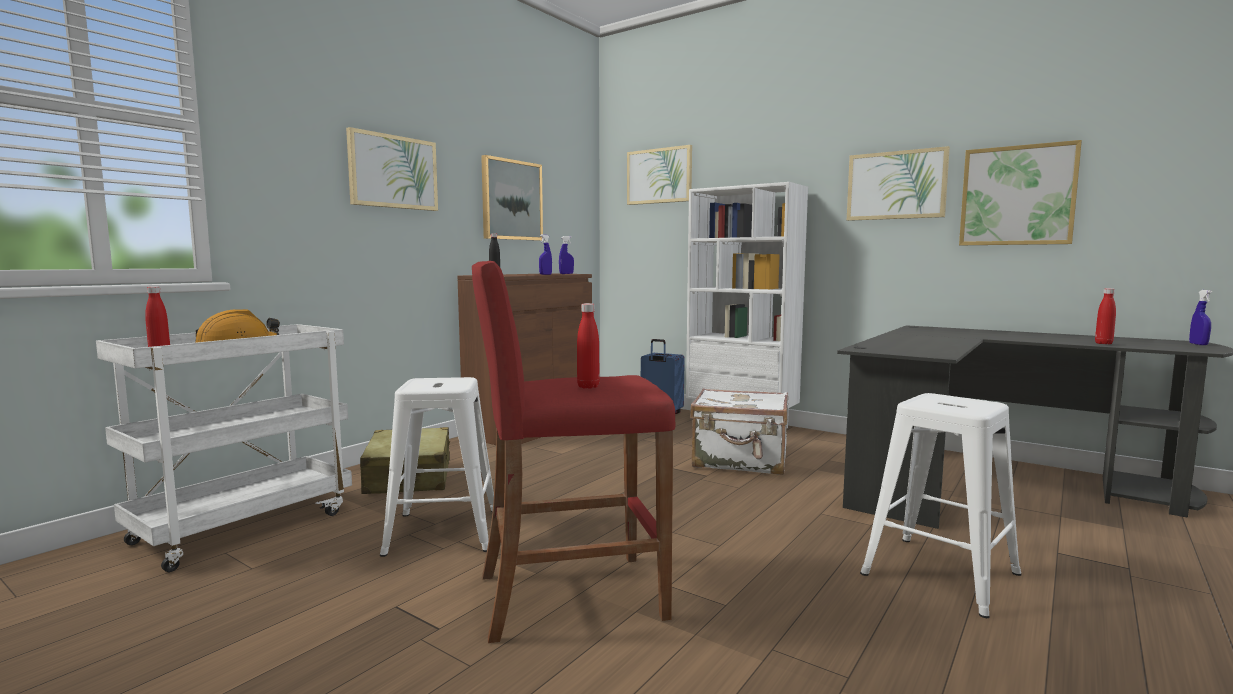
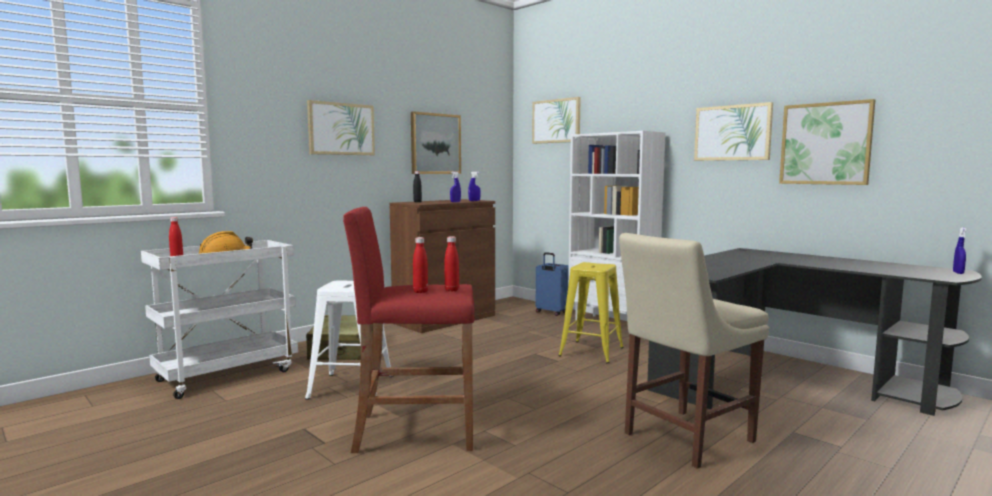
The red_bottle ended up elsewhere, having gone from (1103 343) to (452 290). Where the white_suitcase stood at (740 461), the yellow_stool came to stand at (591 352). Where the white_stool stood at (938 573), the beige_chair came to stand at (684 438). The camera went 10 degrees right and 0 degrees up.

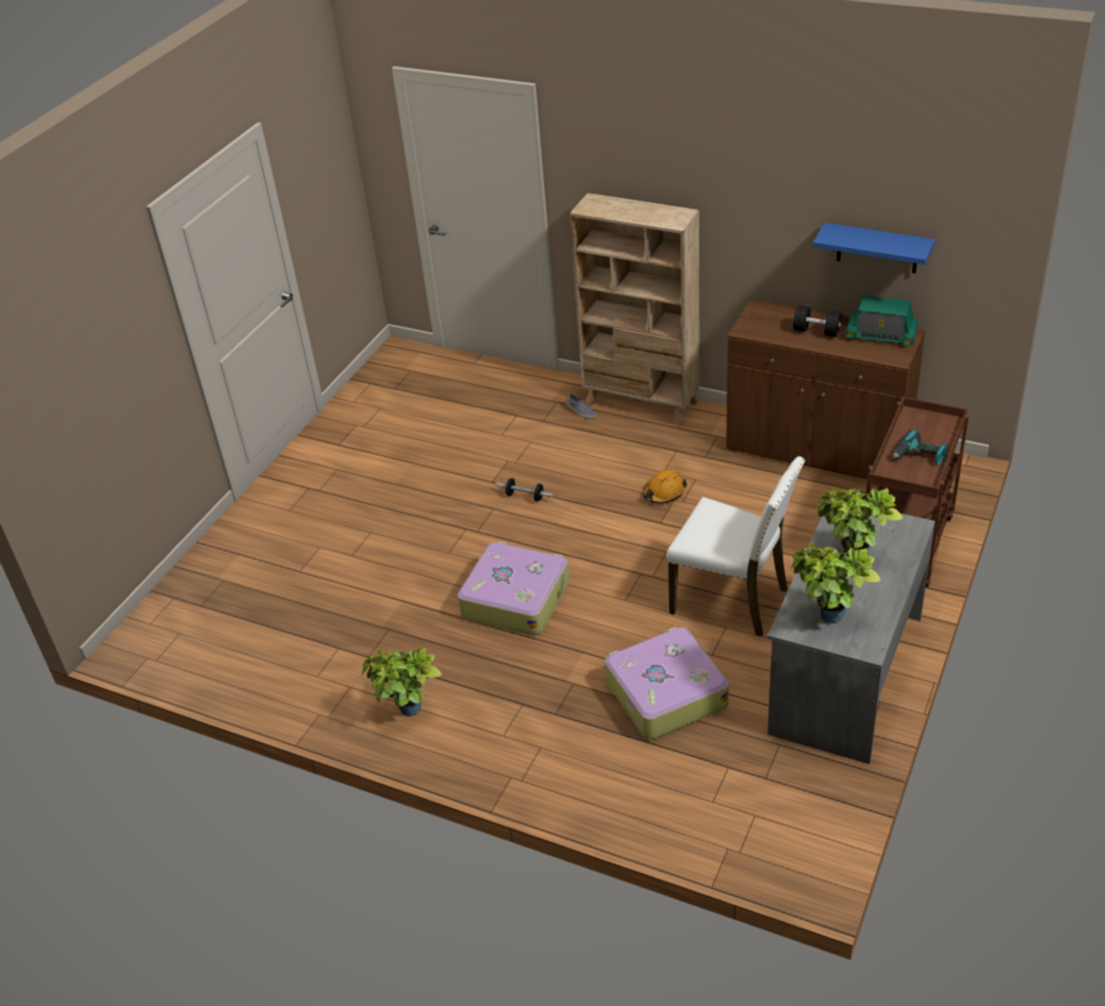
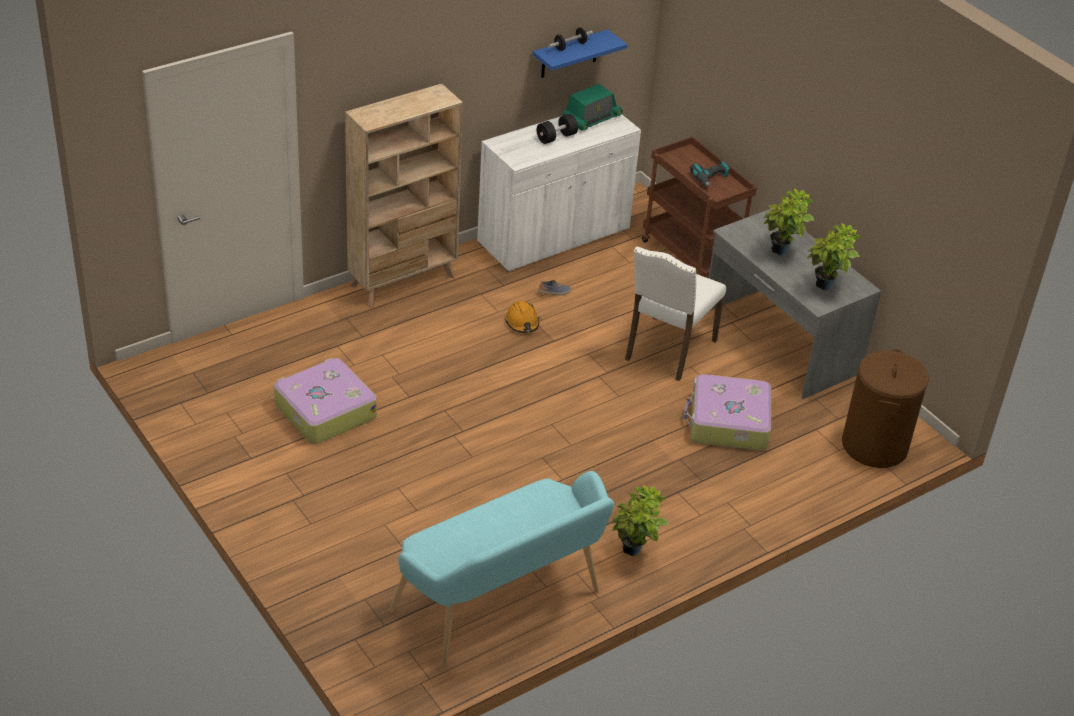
The second view gained the turquoise_bench at (503 606). The second view gained the brown_laundry_basket at (875 446). The suitcase ended up elsewhere, having gone from (515 598) to (324 411). The dumbbell ended up elsewhere, having gone from (525 496) to (570 46). The shoe ended up elsewhere, having gone from (581 412) to (554 292). What was the brown_cabinet at (817 449) turned into the white_cabinet at (554 236). The white_chair at (732 599) ended up facing another way, 150 degrees clockwise from before. The camera went 65 degrees left and 0 degrees up.

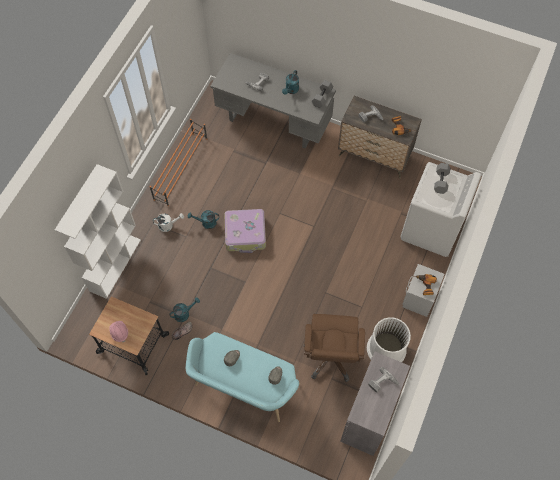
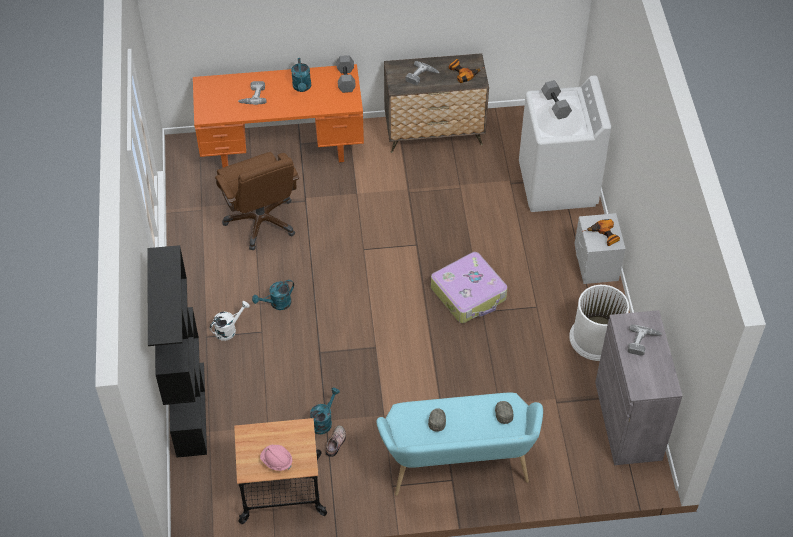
The second view lost the orange_shoe_rack at (181 168). The suitcase ended up elsewhere, having gone from (245 234) to (469 294). The brown_office_chair ended up elsewhere, having gone from (331 357) to (261 221). What was the white_bookcase at (115 264) turned into the black_bookcase at (189 409). What was the grey_desk at (274 122) turned into the orange_desk at (282 149). The camera went 30 degrees left and 10 degrees down.

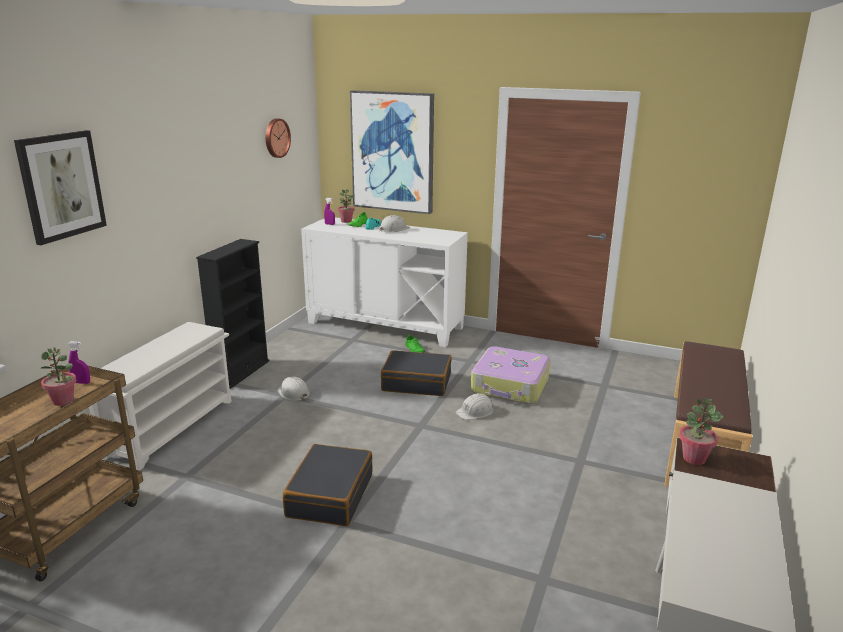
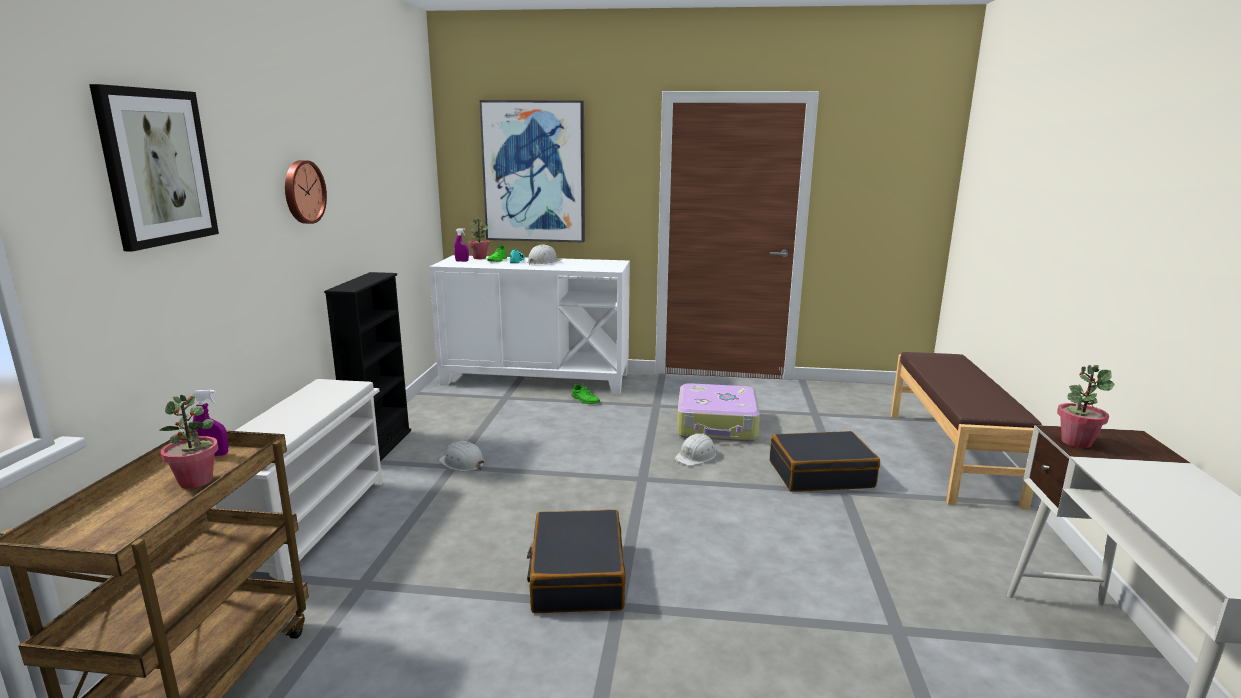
The wall_clock ended up elsewhere, having gone from (276 138) to (303 192). The black_suitcase ended up elsewhere, having gone from (417 382) to (820 474). The camera went 15 degrees left and 5 degrees down.

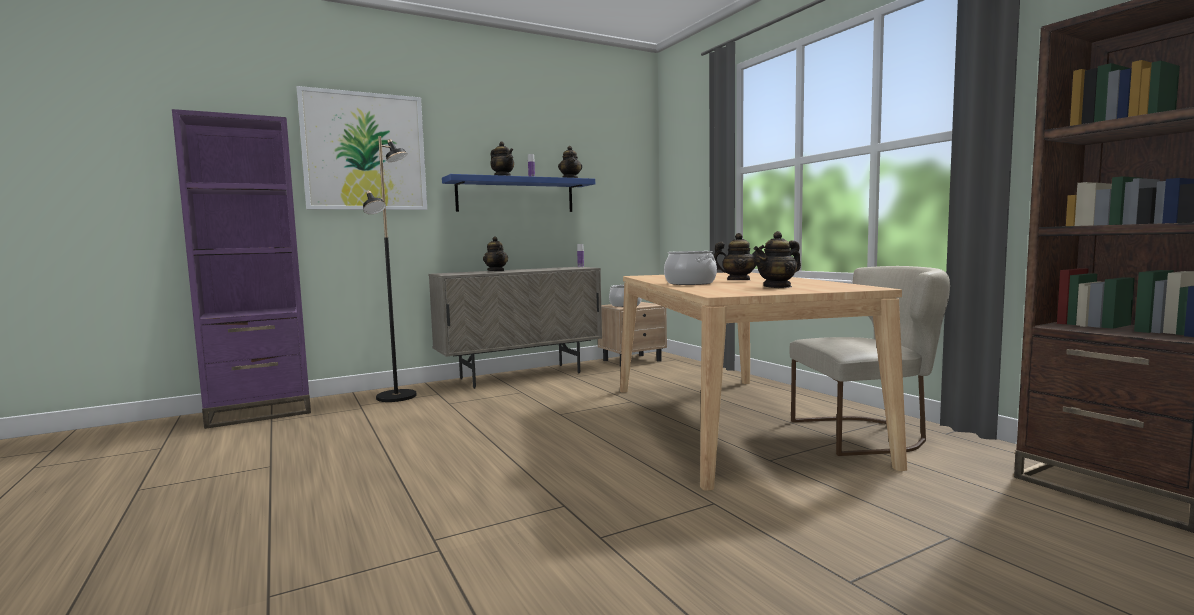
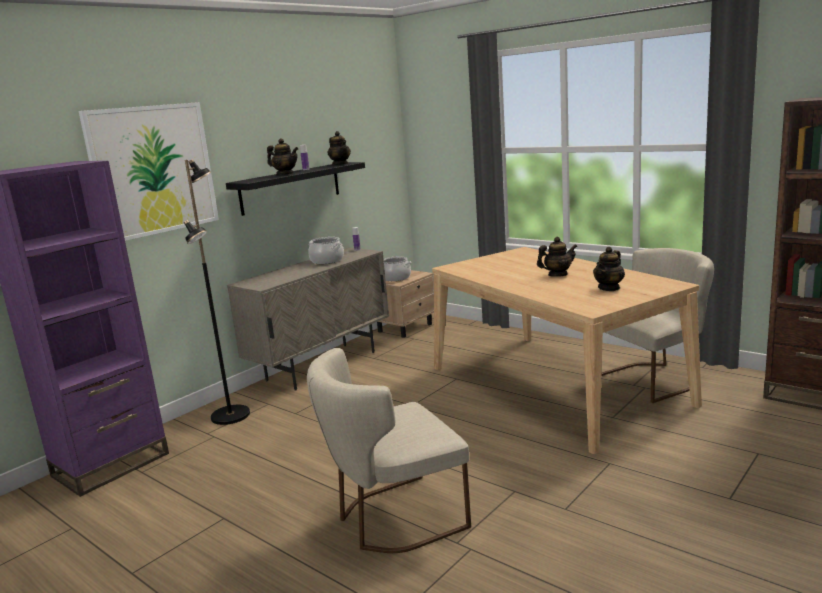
The second view lost the teapot at (496 271). The second view gained the beige_chair at (393 519). The cooking_pot ended up elsewhere, having gone from (690 283) to (327 260). What was the blue_shelf at (516 195) turned into the black_shelf at (291 188). The camera went 20 degrees left and 10 degrees up.

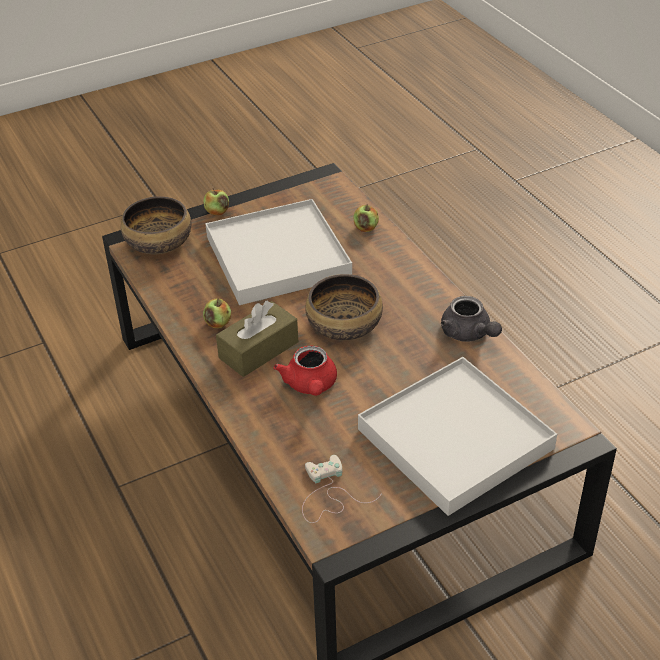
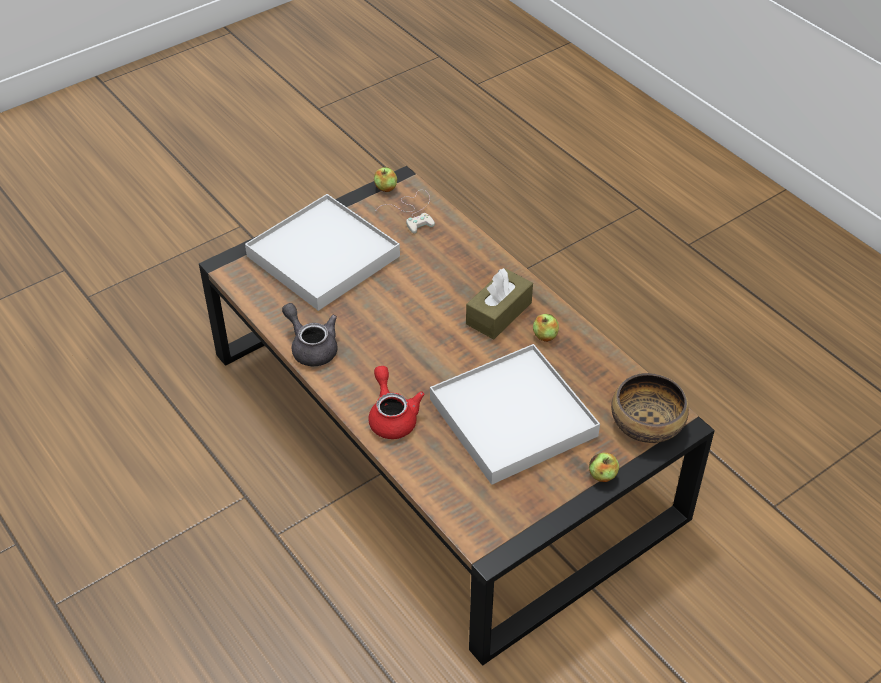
The second view lost the bowl at (345 325). The red_teapot ended up elsewhere, having gone from (310 386) to (392 416). The apple ended up elsewhere, having gone from (366 228) to (385 188). The camera went 170 degrees right and 5 degrees up.

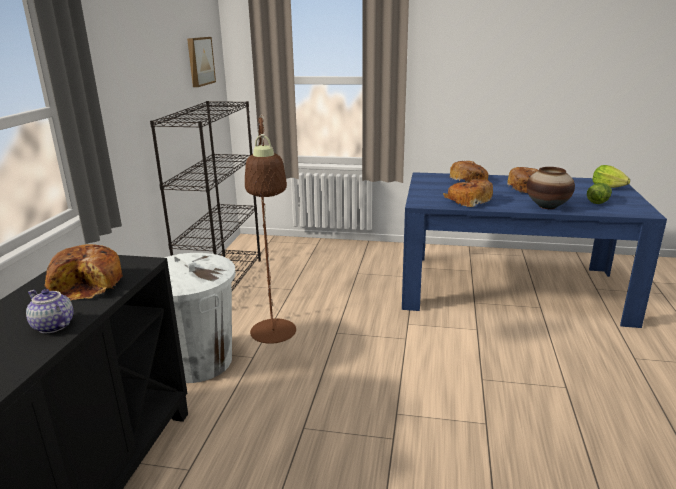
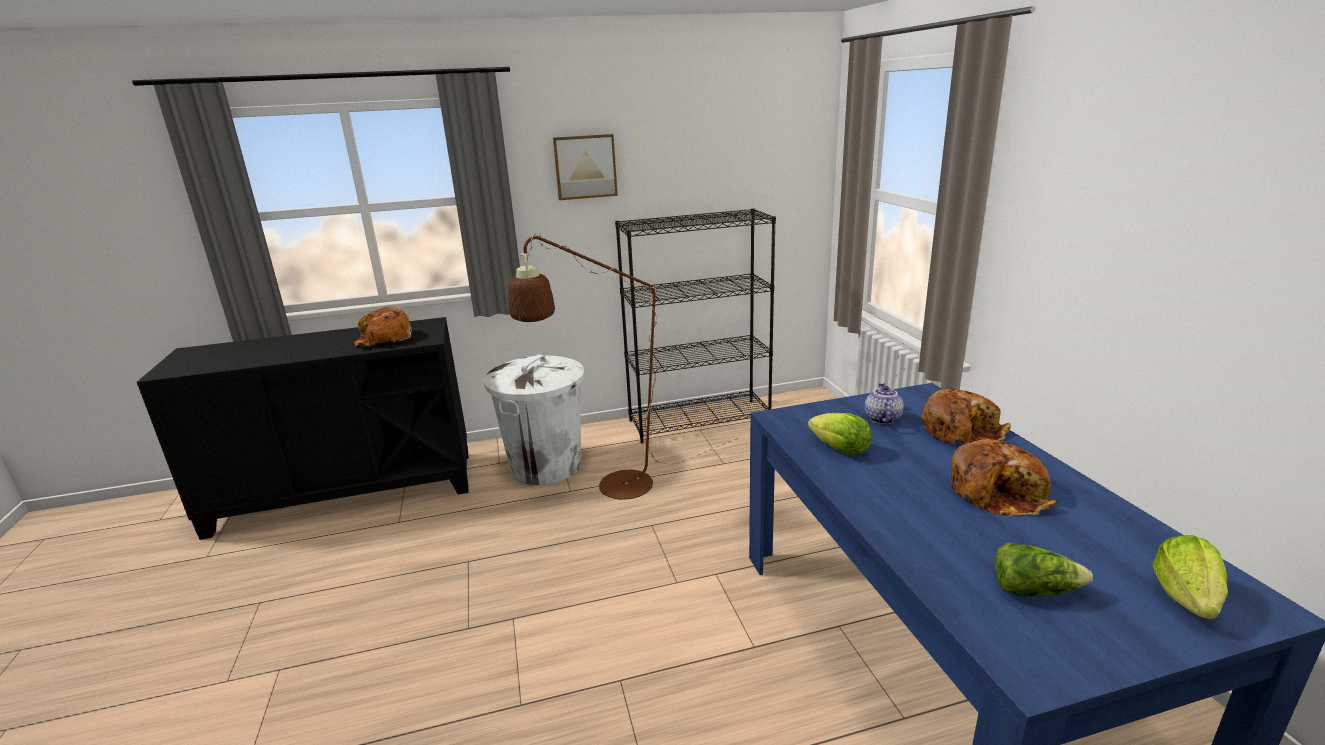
The second view lost the vase at (547 206). The teapot ended up elsewhere, having gone from (52 326) to (881 419). The picture ended up elsewhere, having gone from (199 61) to (585 166). Where the bread stood at (468 200), the lettuce came to stand at (839 449). The camera went 65 degrees right and 0 degrees up.

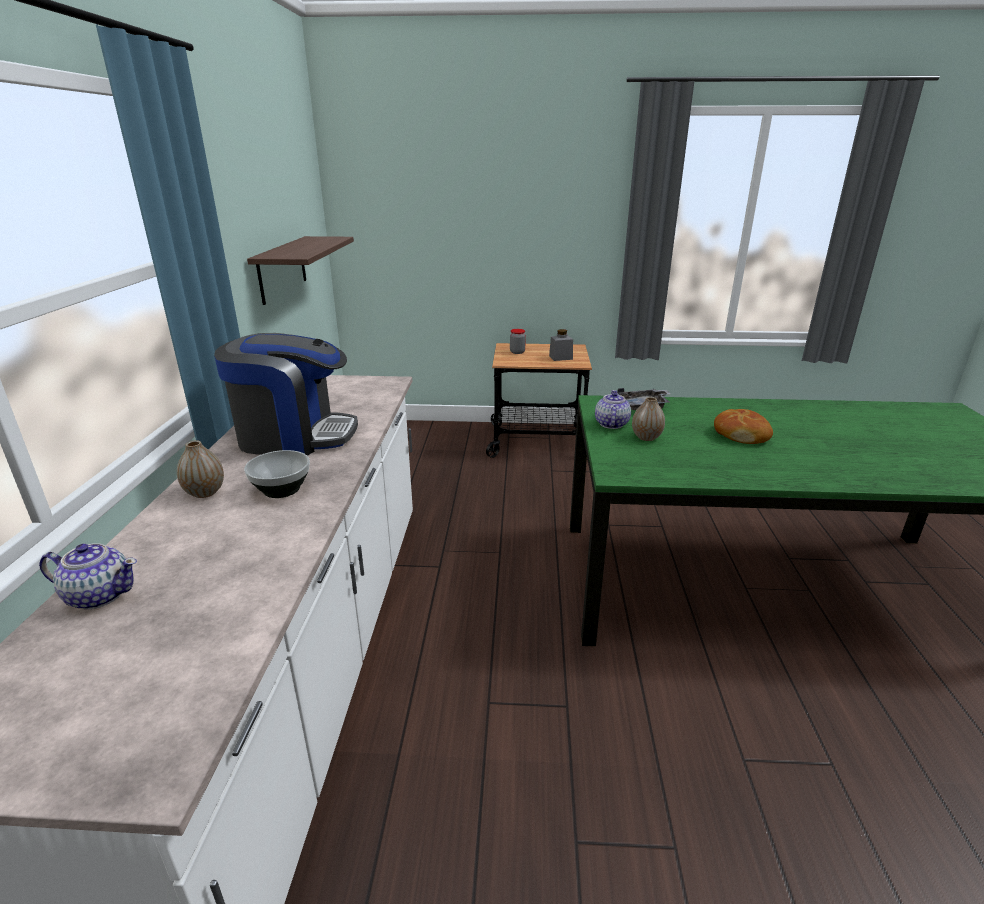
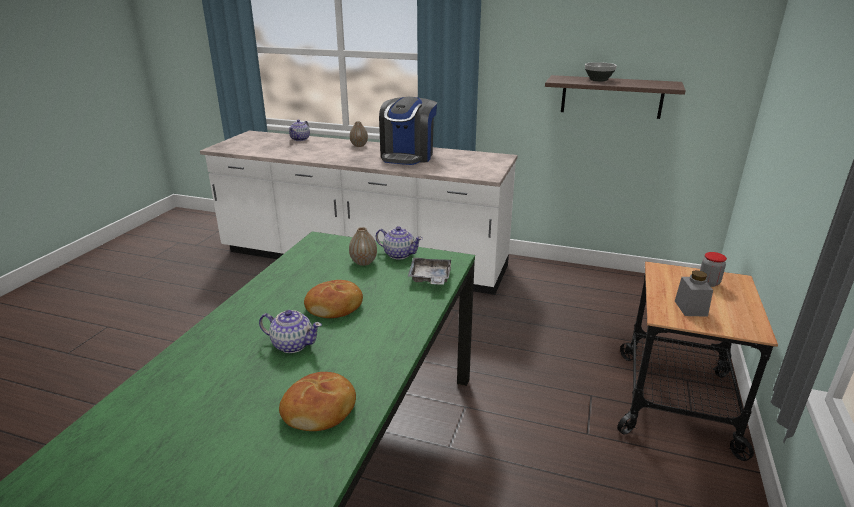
The second view gained the teapot at (292 344). The second view gained the bread at (320 410). The bowl ended up elsewhere, having gone from (281 489) to (599 80). The camera went 105 degrees right and 0 degrees up.

